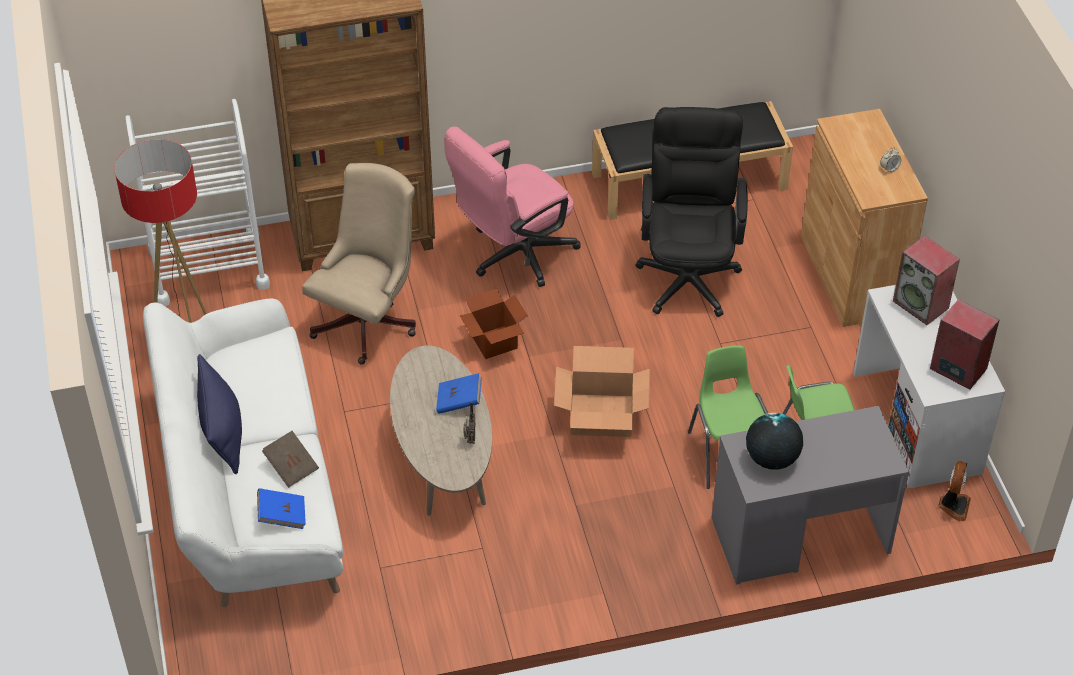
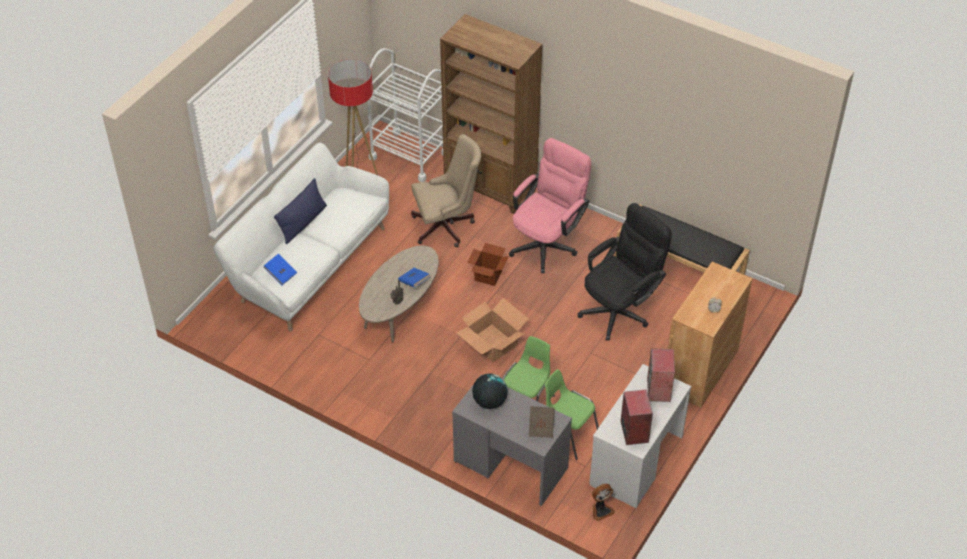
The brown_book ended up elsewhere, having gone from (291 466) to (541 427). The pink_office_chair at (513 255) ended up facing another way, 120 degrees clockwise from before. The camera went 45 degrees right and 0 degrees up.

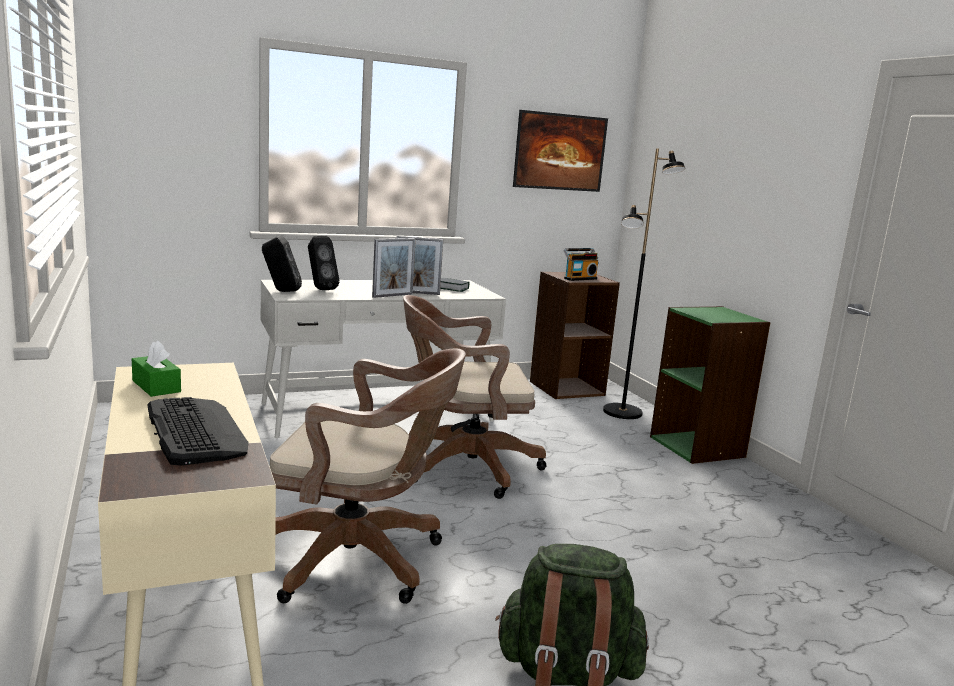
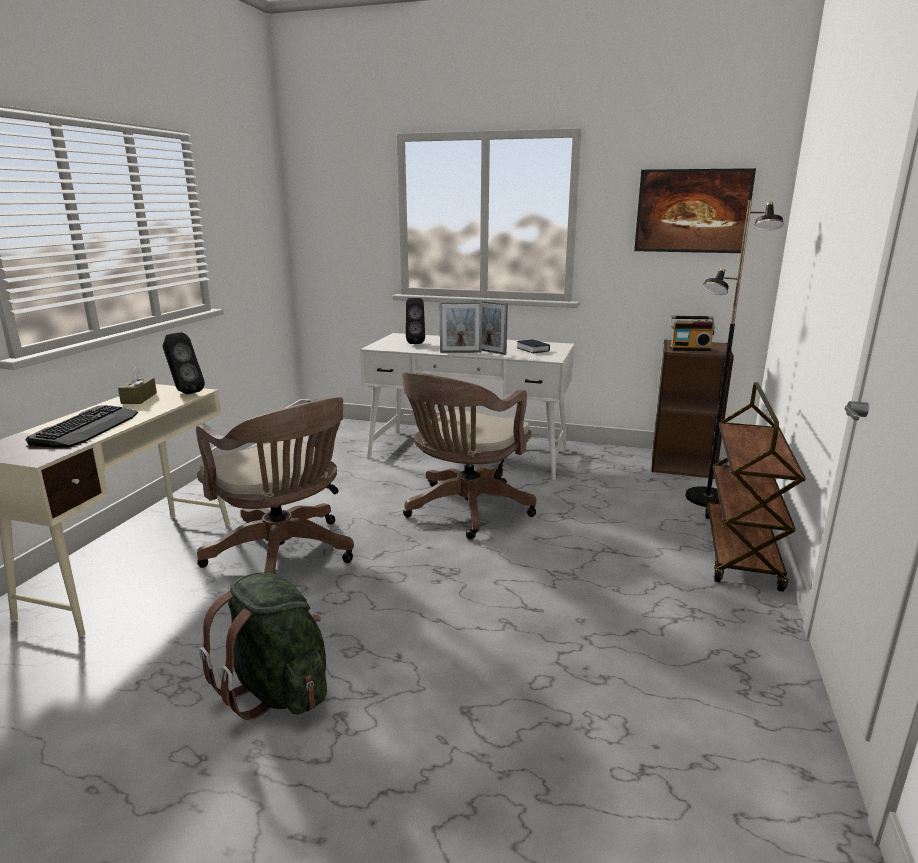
The black_speaker ended up elsewhere, having gone from (281 291) to (184 392). Where the green_bookcase stood at (698 447), the brown_cart came to stand at (741 552). What was the green_tissue_box at (156 386) turned into the brown_tissue_box at (139 398). The brown_office_chair at (463 466) ended up facing another way, 90 degrees counterclockwise from before. The camera went 40 degrees right and 5 degrees up.

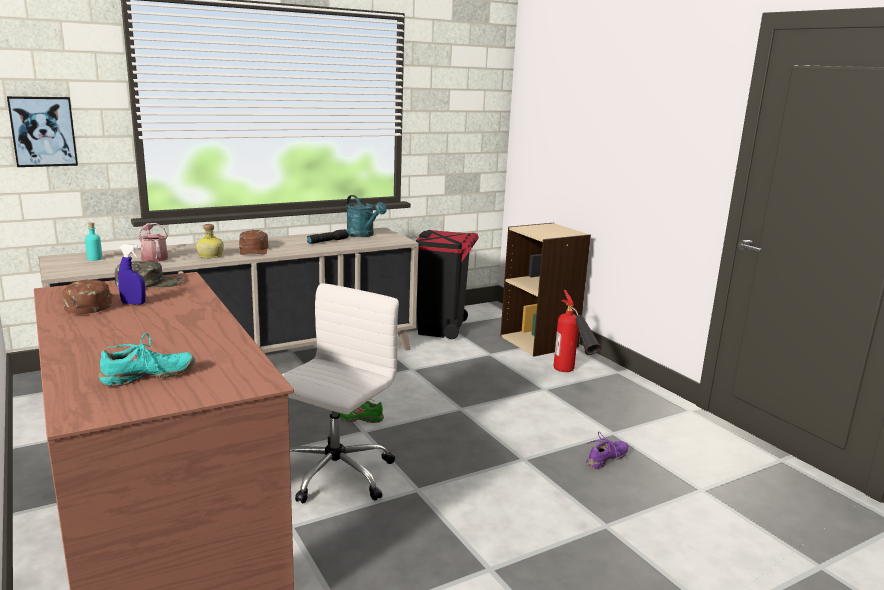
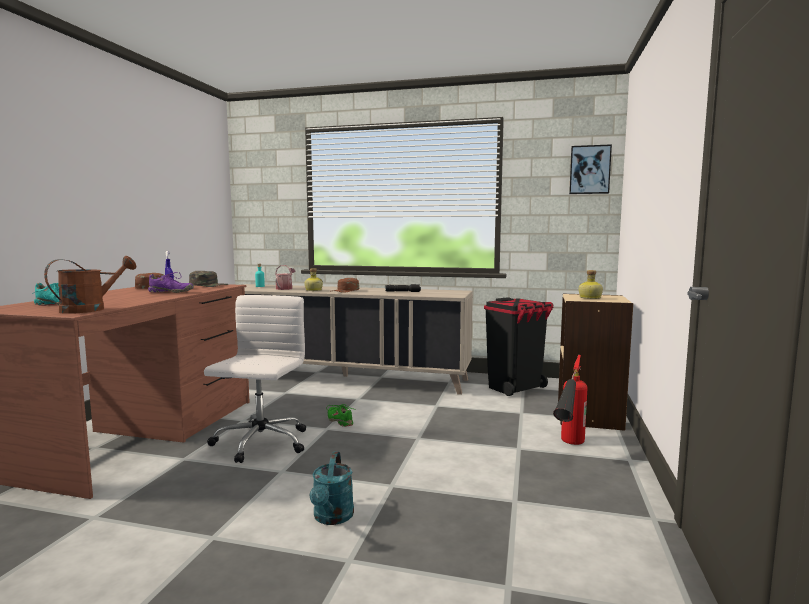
The second view gained the brown_watering_can at (91 309). The second view gained the bottle at (590 298). The picture ended up elsewhere, having gone from (43 131) to (589 170). The turquoise_watering_can ended up elsewhere, having gone from (363 235) to (332 518). The purple_shoe ended up elsewhere, having gone from (607 459) to (171 292). The white_office_chair at (333 474) ended up facing another way, 60 degrees counterclockwise from before. The camera went 45 degrees right and 10 degrees down.

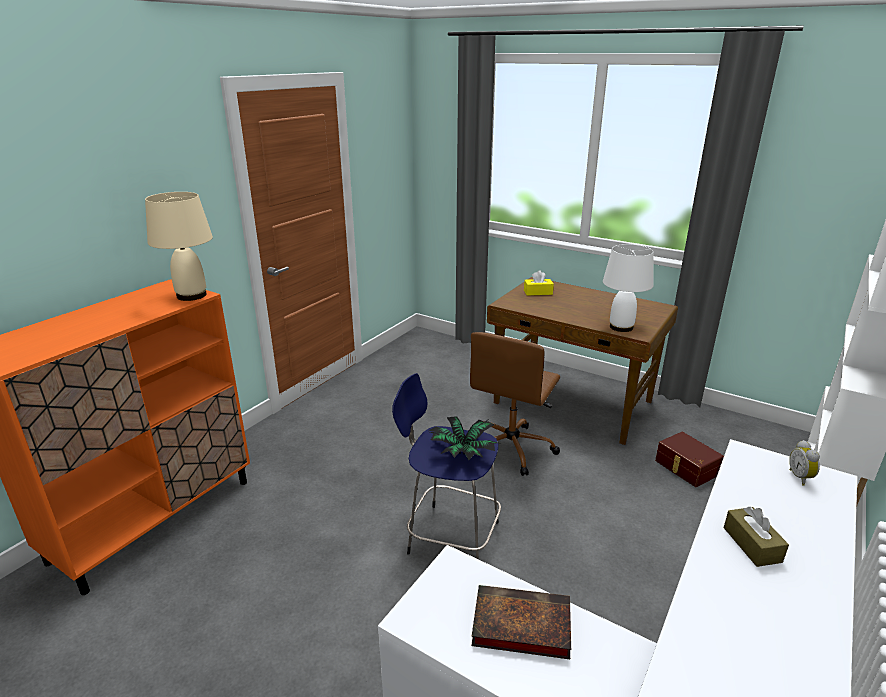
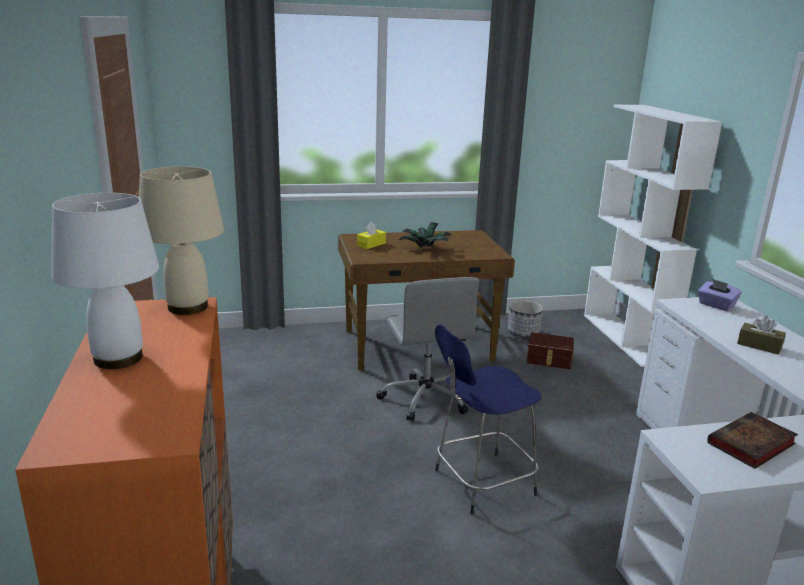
The second view gained the planter at (523 332). The potted_plant ended up elsewhere, having gone from (462 453) to (425 248). The white_table_lamp ended up elsewhere, having gone from (621 327) to (118 359). Where the alarm_clock stood at (801 477), the purple_tissue_box came to stand at (716 305). What was the brown_office_chair at (511 448) turned into the grey_office_chair at (425 398). The camera went 45 degrees left and 5 degrees down.

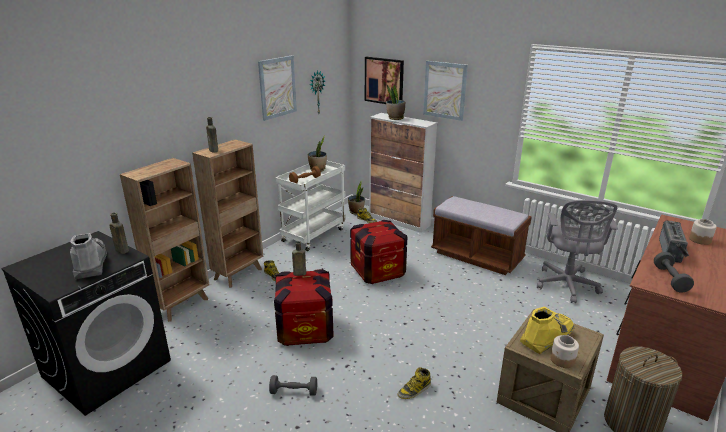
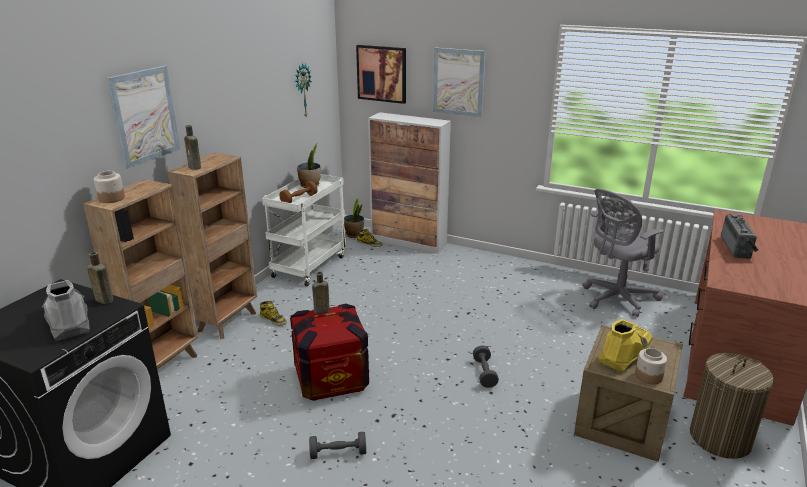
The second view lost the crate at (377 271). The second view lost the potted_plant at (395 118). The second view lost the boot at (414 390). The second view lost the brown_bench at (477 256). The picture ended up elsewhere, having gone from (277 87) to (144 116). The grey_dumbbell ended up elsewhere, having gone from (670 279) to (484 373). The jar ended up elsewhere, having gone from (699 240) to (112 198). The grey_office_chair at (567 286) ended up facing another way, 60 degrees clockwise from before. The camera went 10 degrees left and 0 degrees up.

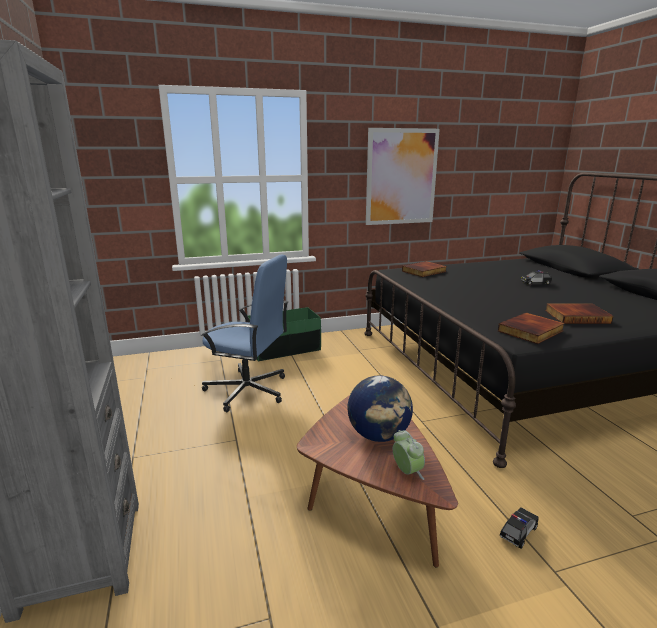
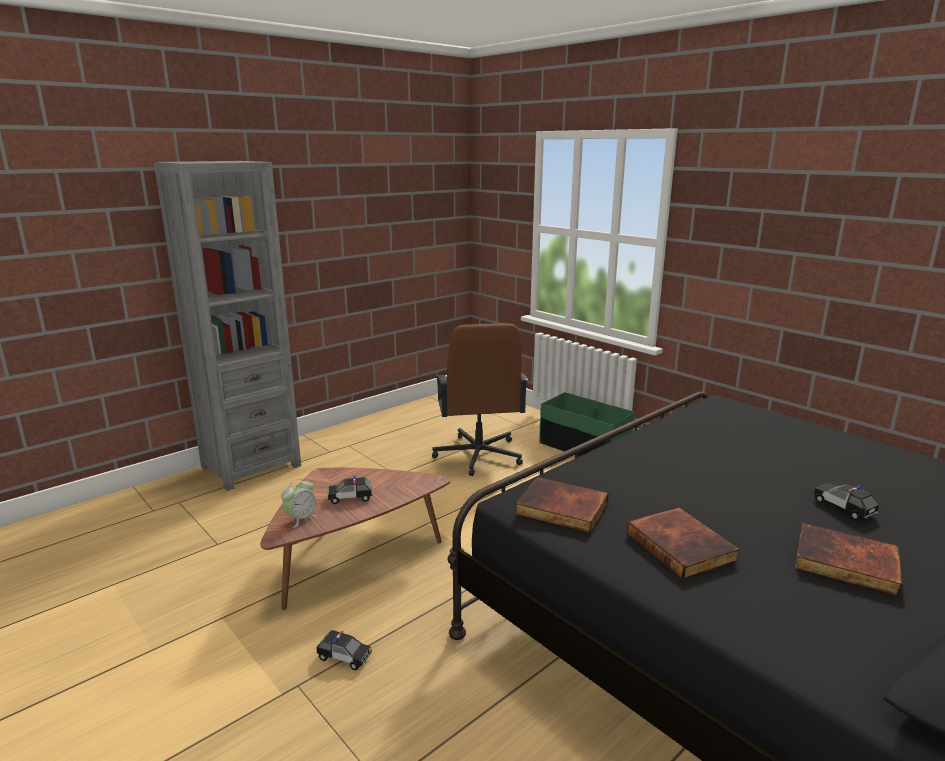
The second view lost the picture at (401 177). The book ended up elsewhere, having gone from (424 271) to (844 564). Where the globe stood at (379 435), the toy_car came to stand at (350 497). What was the blue_office_chair at (248 390) turned into the brown_office_chair at (478 455). The camera went 65 degrees right and 0 degrees up.

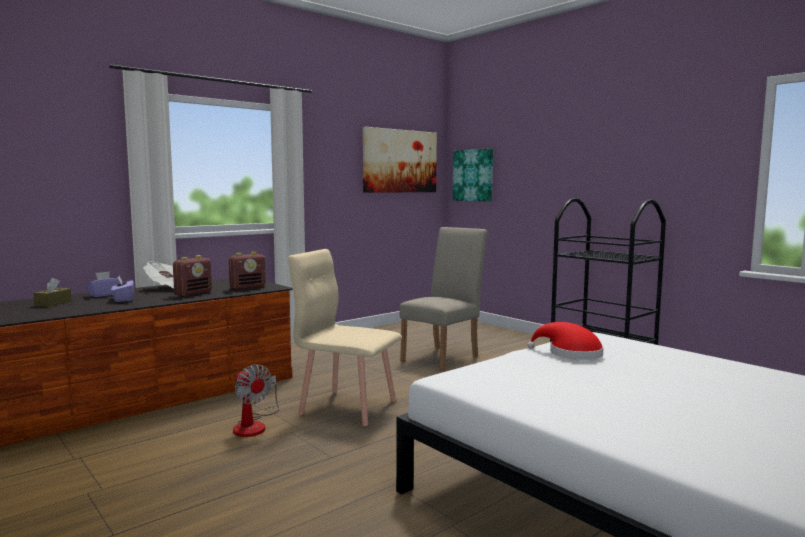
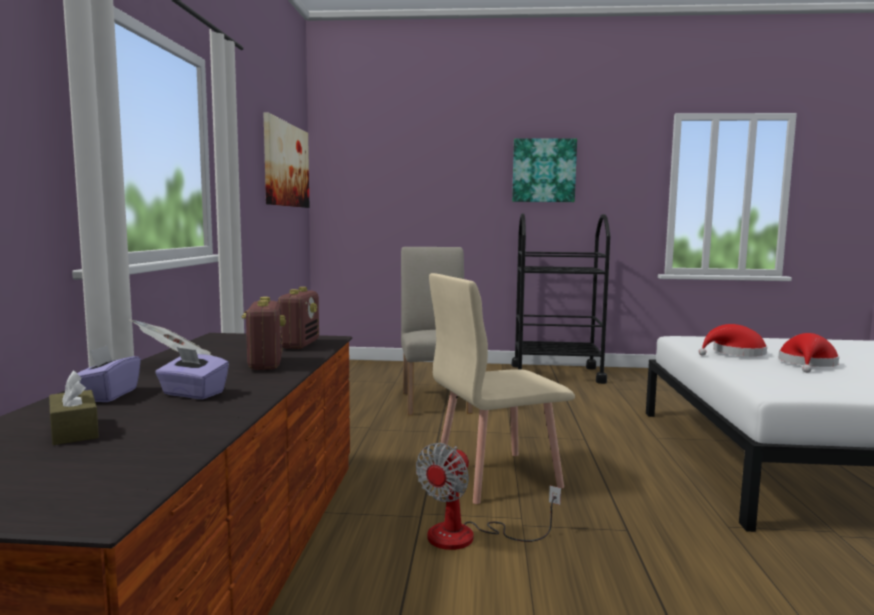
The second view gained the red_hat at (807 364). The picture ended up elsewhere, having gone from (473 175) to (544 170). The fan at (254 425) ended up facing another way, 120 degrees clockwise from before. The camera went 45 degrees left and 0 degrees up.

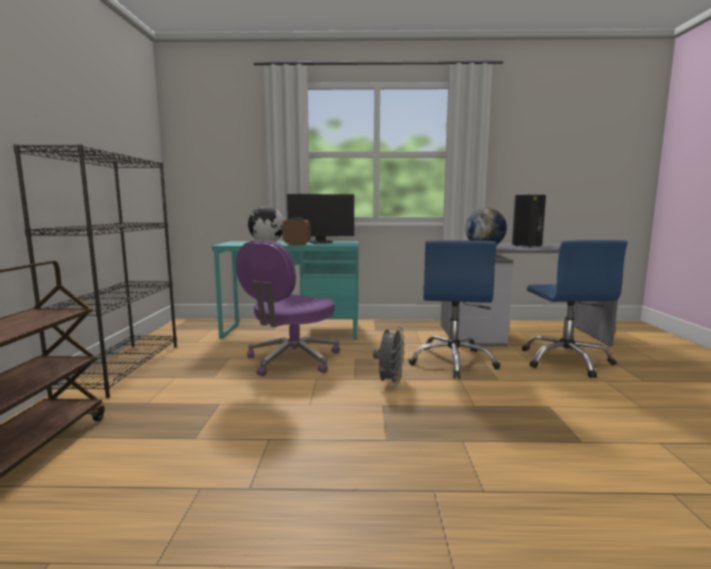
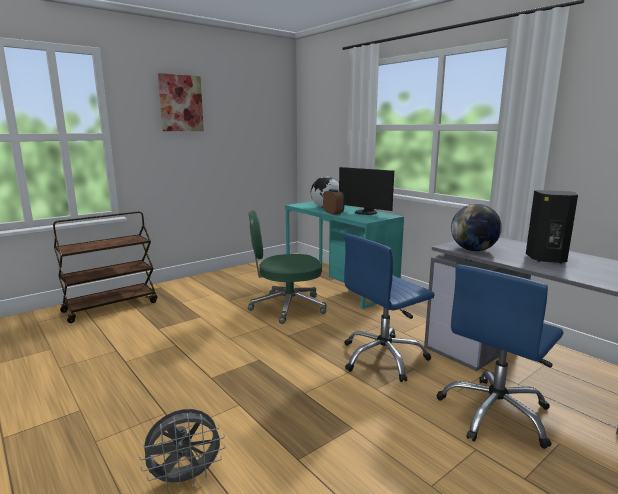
The second view lost the black_bookcase at (122 367). The second view gained the picture at (181 103). The grey_fan ended up elsewhere, having gone from (389 382) to (186 478). What was the purple_office_chair at (292 360) turned into the green_office_chair at (286 307). The camera went 50 degrees right and 5 degrees up.

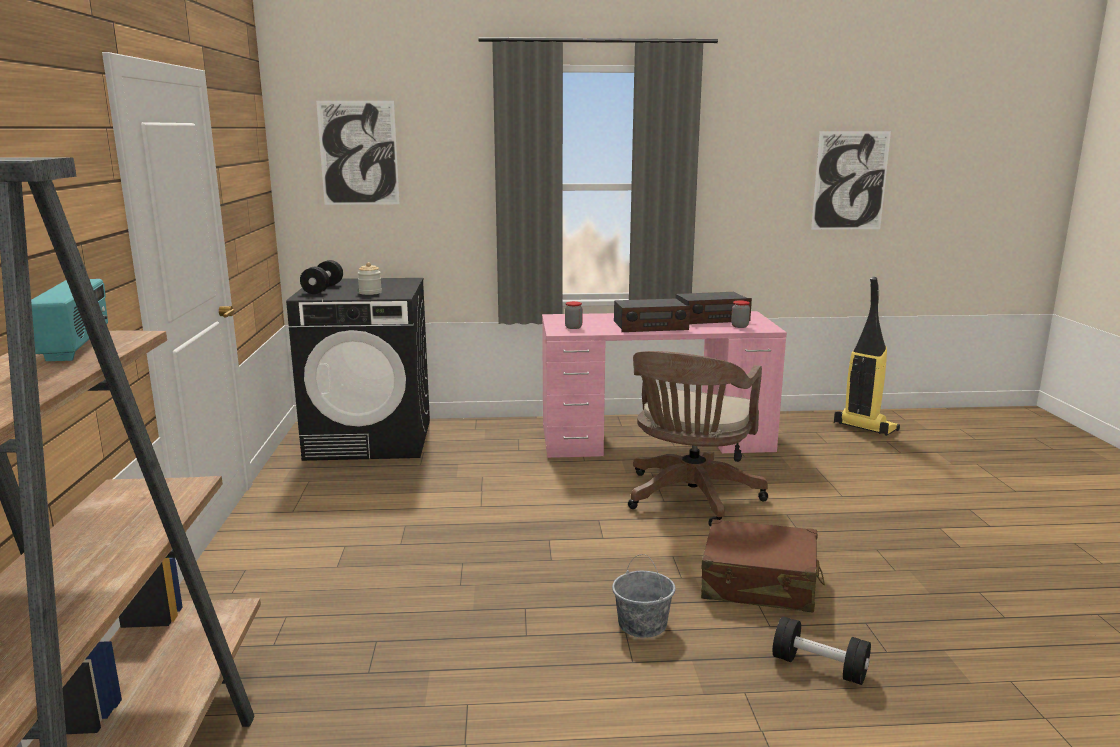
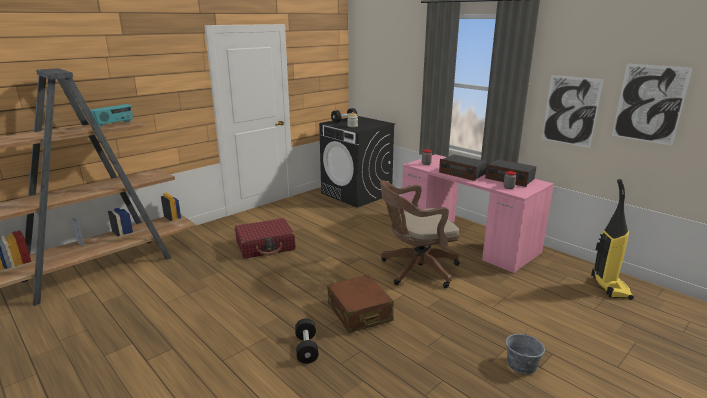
The second view gained the red_suitcase at (265 246). The picture ended up elsewhere, having gone from (358 153) to (570 111). The grey_bucket ended up elsewhere, having gone from (642 624) to (521 365). The camera went 50 degrees right and 5 degrees up.

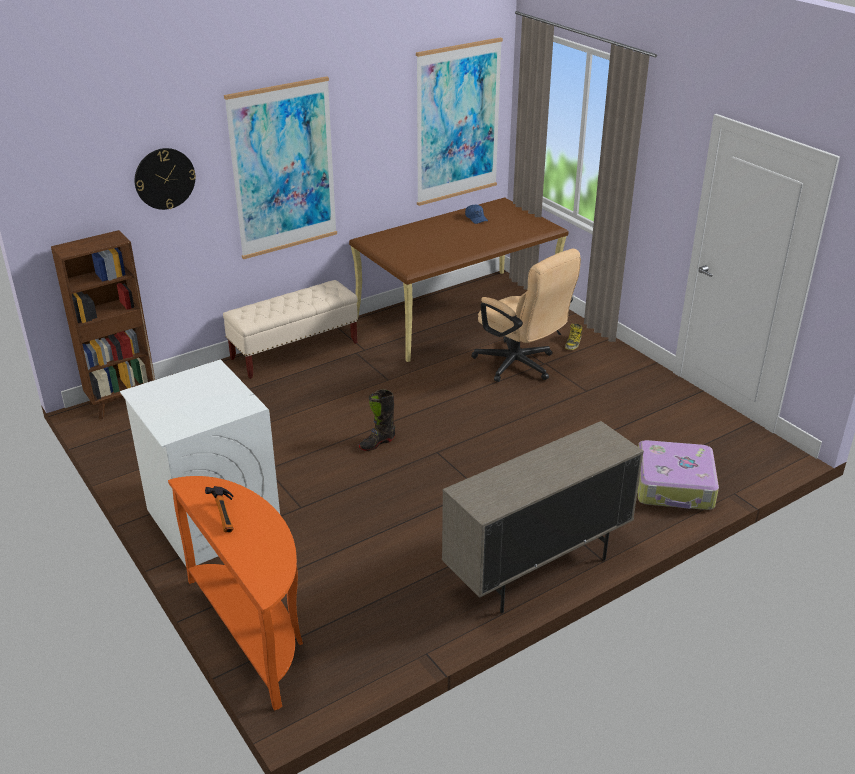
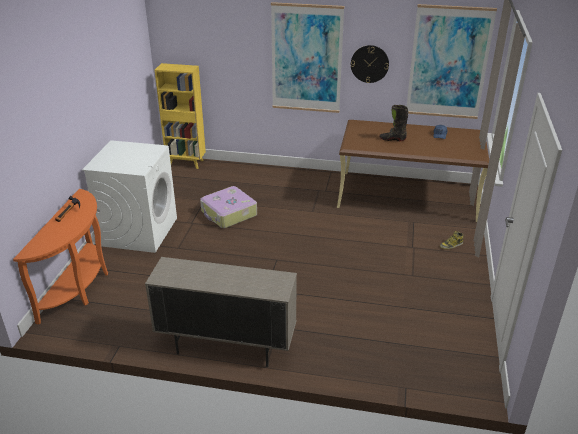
The second view lost the beige_bench at (295 351). The second view lost the beige_office_chair at (520 366). The wall_clock ended up elsewhere, having gone from (164 178) to (369 64). The black_boot ended up elsewhere, having gone from (377 443) to (392 139). The suitcase ended up elsewhere, having gone from (674 486) to (228 214). What was the brown_bookcase at (123 402) turned into the yellow_bookcase at (186 163). The camera went 45 degrees right and 0 degrees up.

